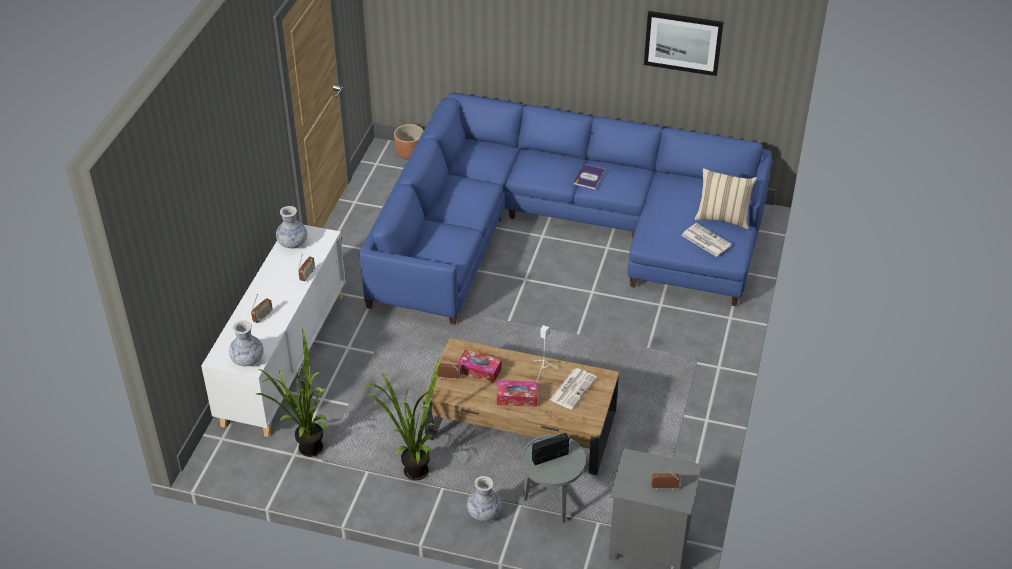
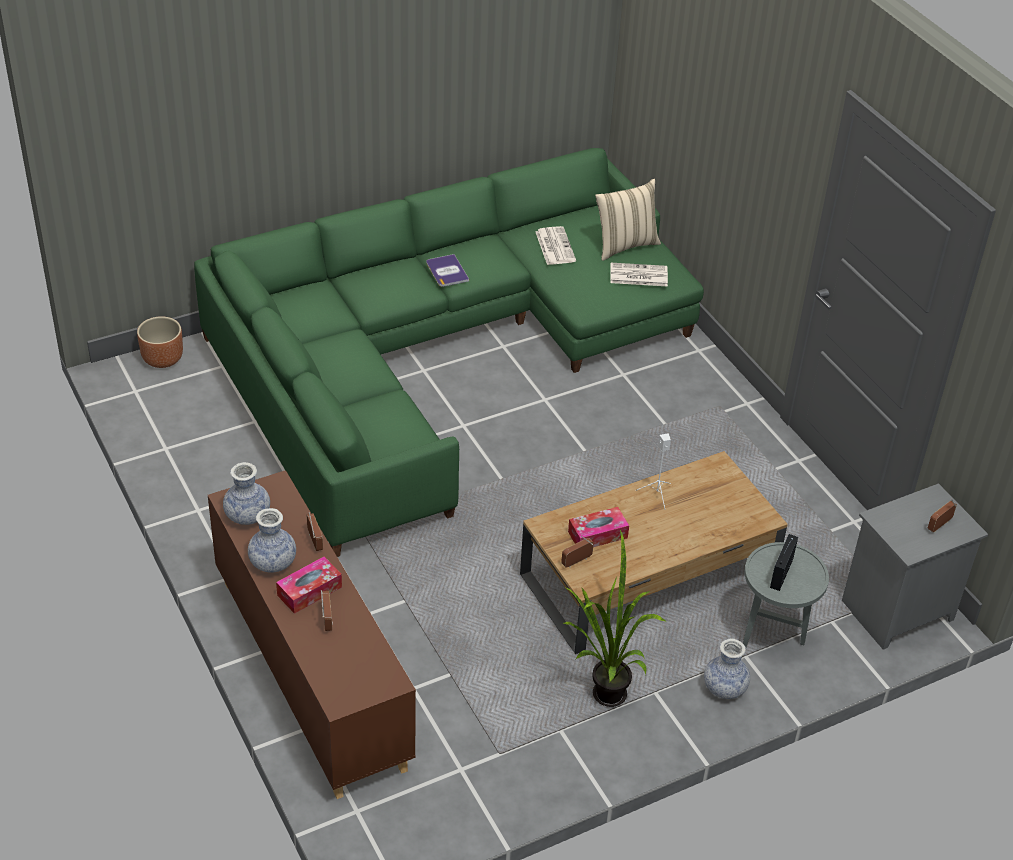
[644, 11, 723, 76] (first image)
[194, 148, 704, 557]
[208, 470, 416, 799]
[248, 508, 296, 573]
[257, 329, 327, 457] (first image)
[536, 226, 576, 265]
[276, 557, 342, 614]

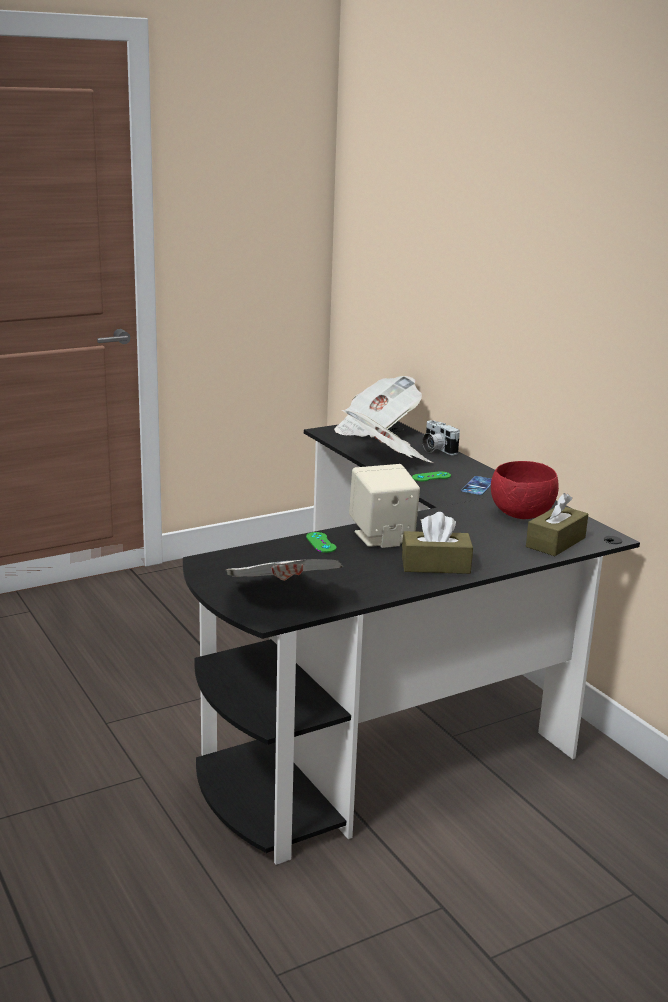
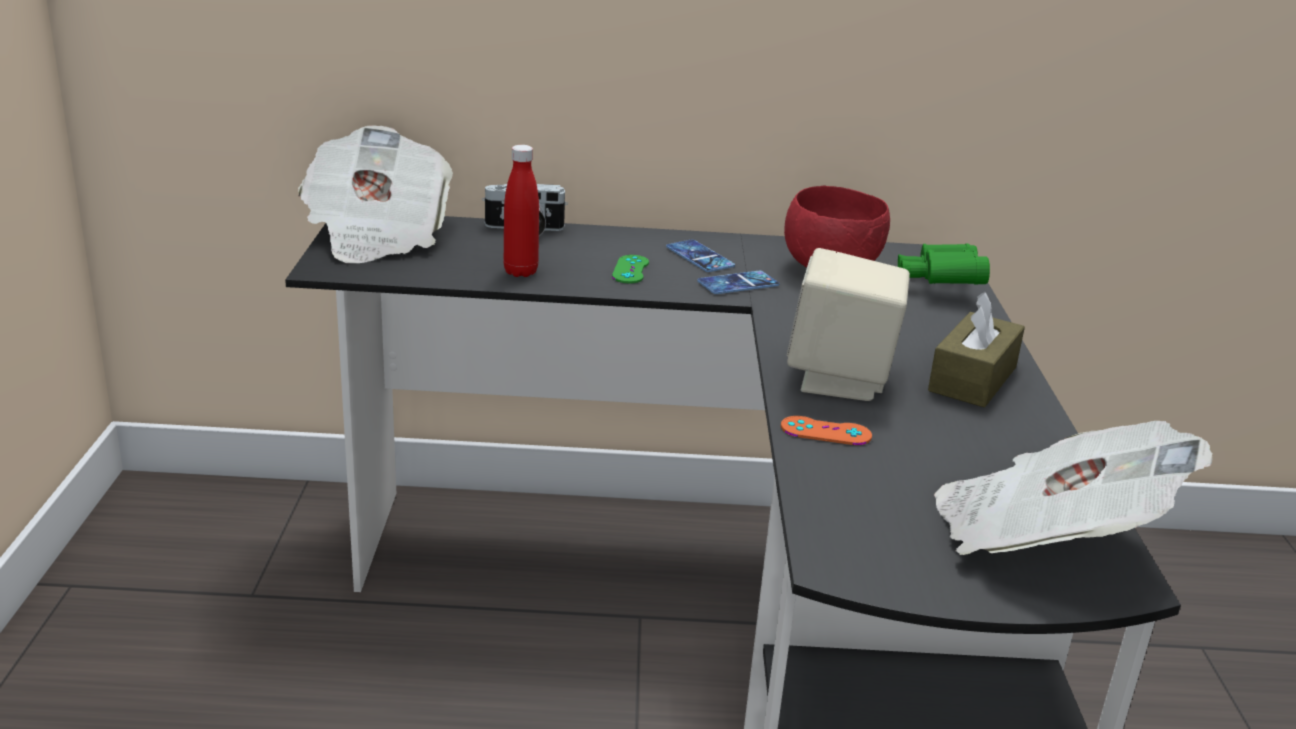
[504, 145, 539, 277]
[898, 244, 990, 284]
[781, 416, 872, 445]
[697, 271, 779, 294]

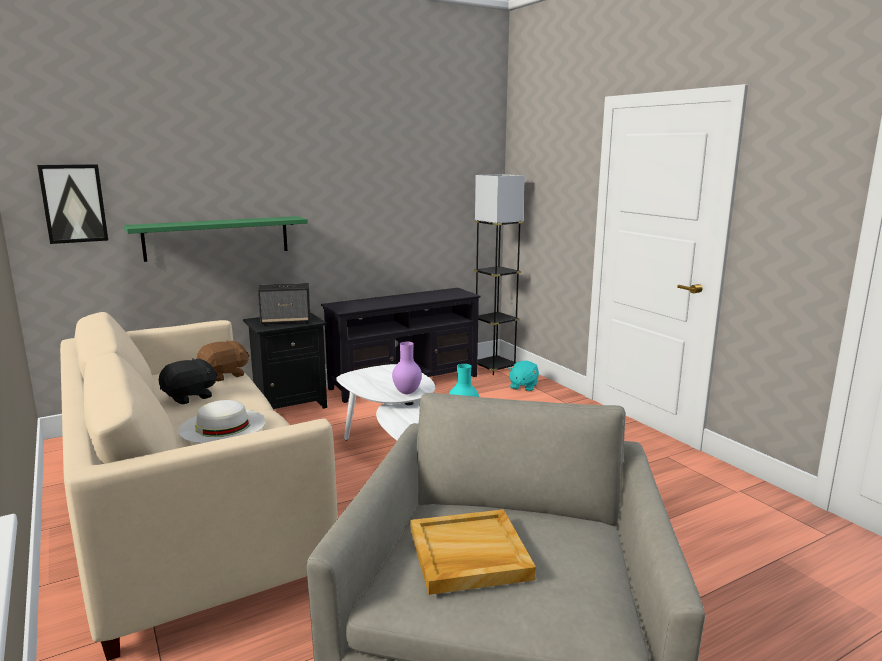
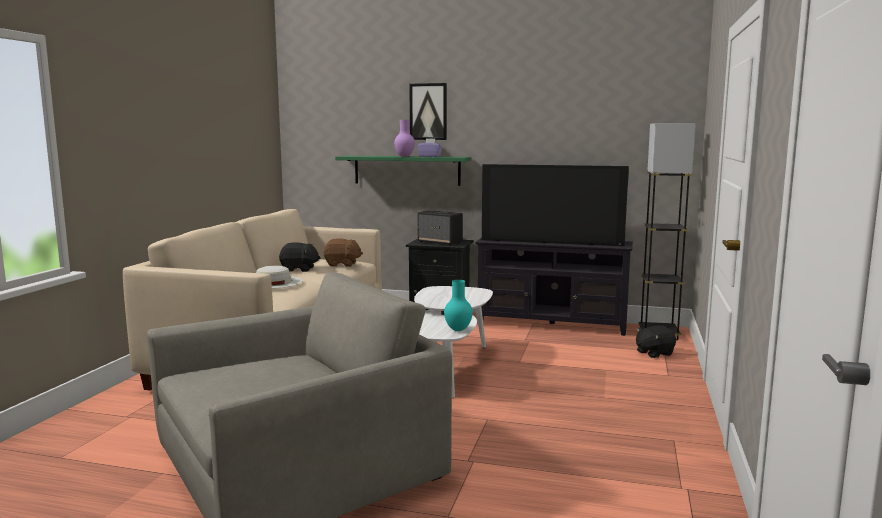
[409, 83, 447, 140]
[394, 120, 415, 157]
[636, 325, 676, 358]
[411, 509, 536, 595] (first image)
[417, 138, 442, 157]
[482, 164, 629, 246]

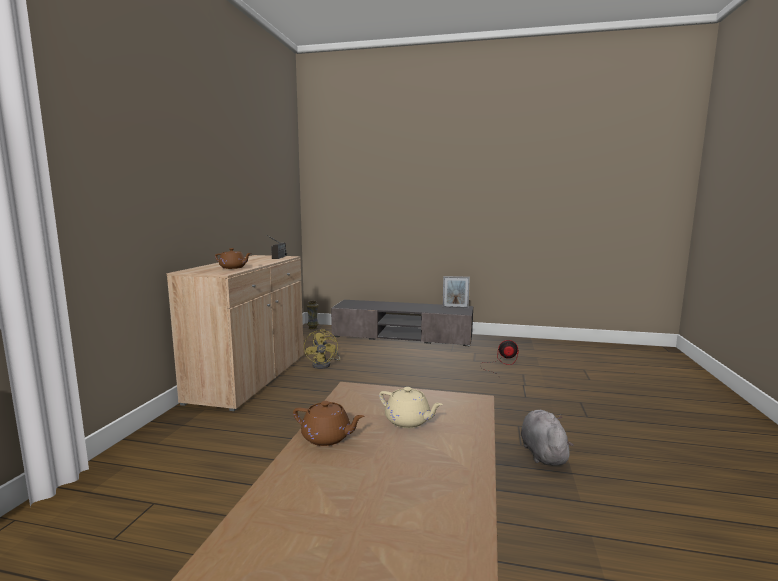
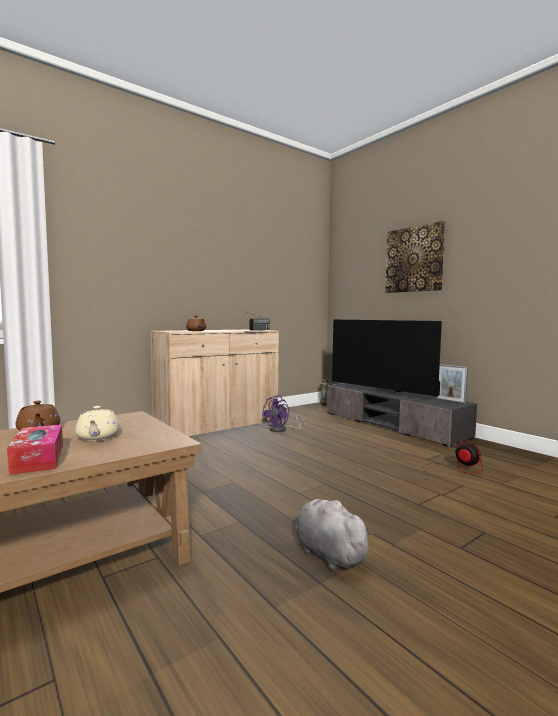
[262, 395, 305, 432]
[295, 499, 374, 570]
[385, 221, 446, 293]
[332, 320, 442, 397]
[7, 424, 63, 475]

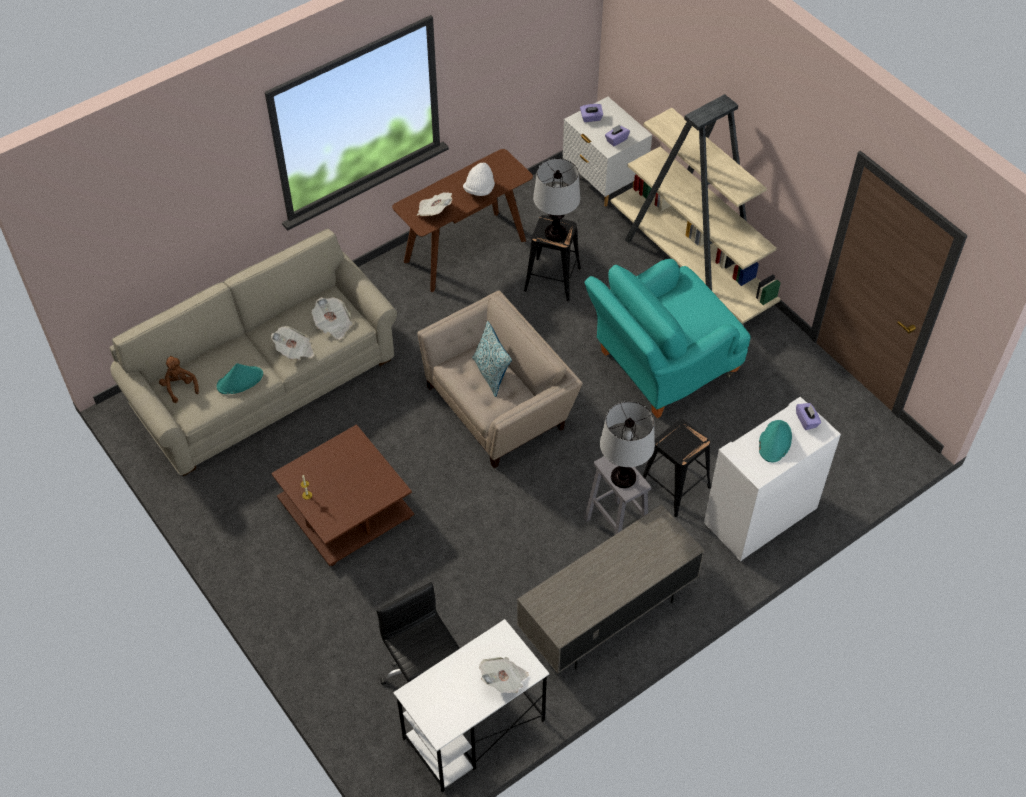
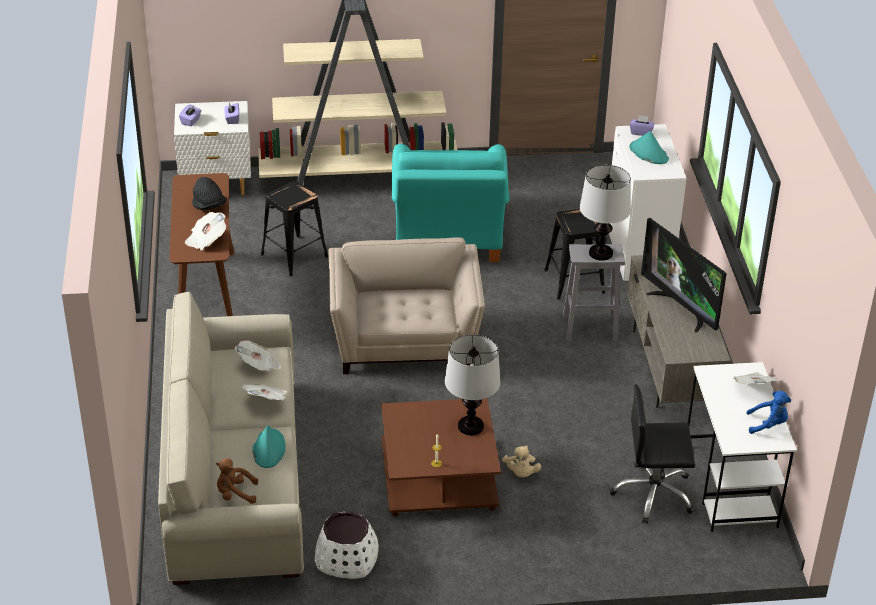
[445, 334, 500, 435]
[192, 177, 227, 210]
[472, 321, 512, 397] (first image)
[641, 218, 727, 333]
[746, 391, 791, 434]
[502, 446, 541, 477]
[315, 512, 379, 579]

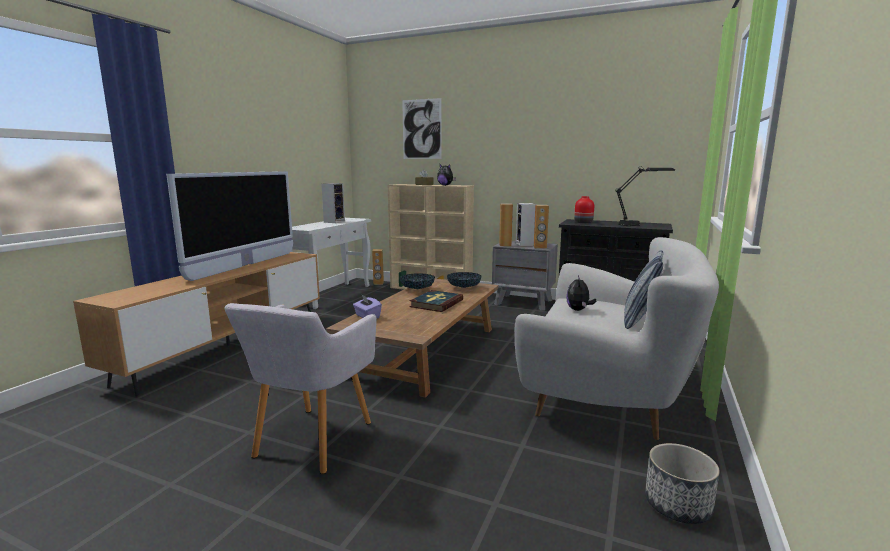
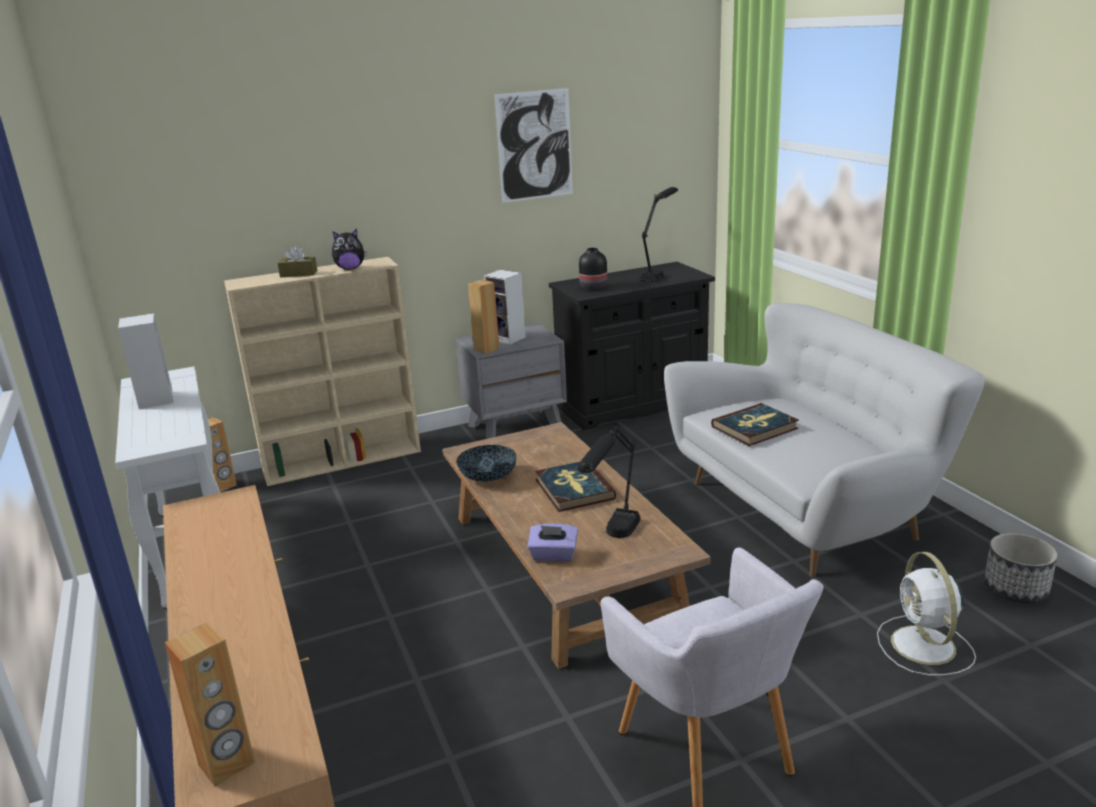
[494, 88, 573, 203]
[166, 171, 293, 281] (first image)
[579, 248, 607, 290]
[164, 623, 255, 786]
[624, 250, 663, 329] (first image)
[447, 272, 481, 288] (first image)
[711, 403, 799, 446]
[577, 423, 641, 538]
[877, 552, 976, 676]

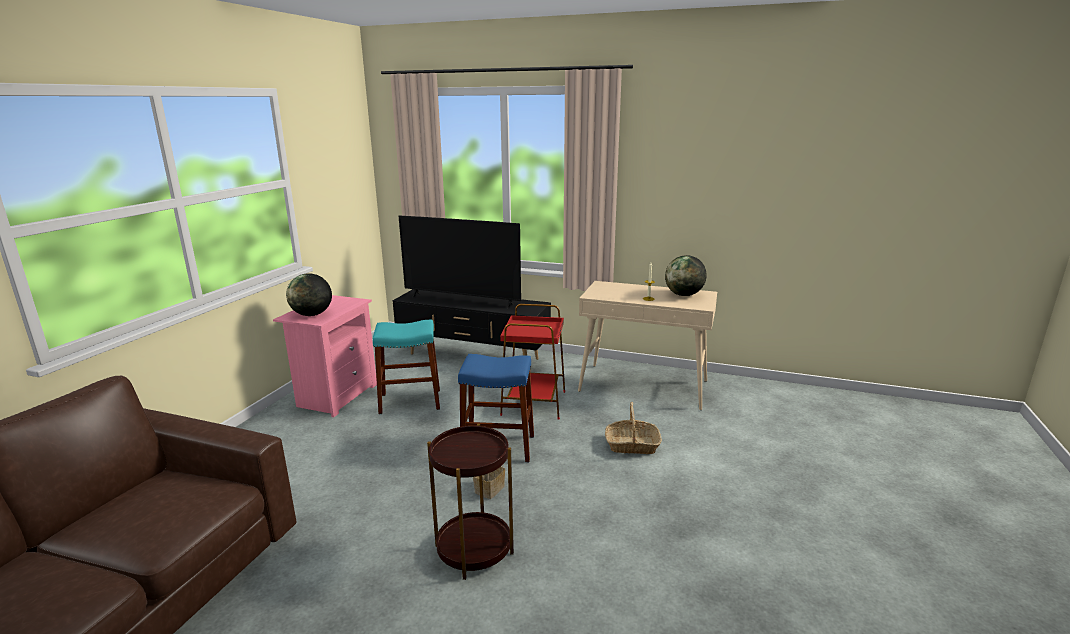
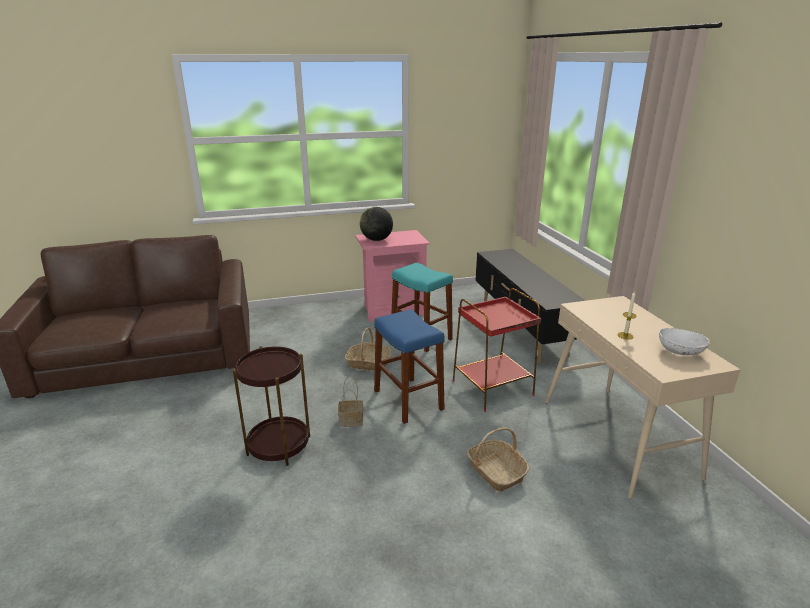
[399, 216, 521, 309] (first image)
[659, 328, 710, 355]
[345, 328, 392, 371]

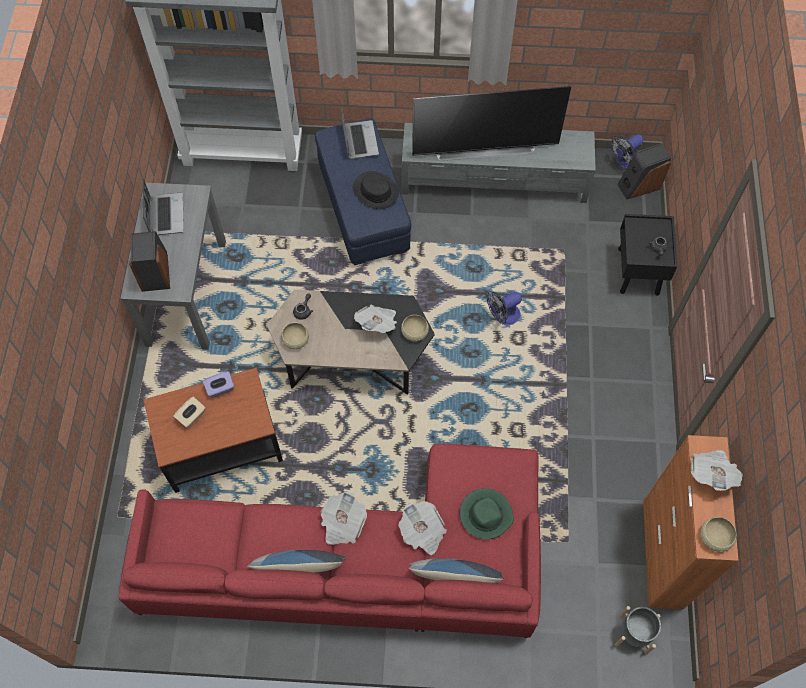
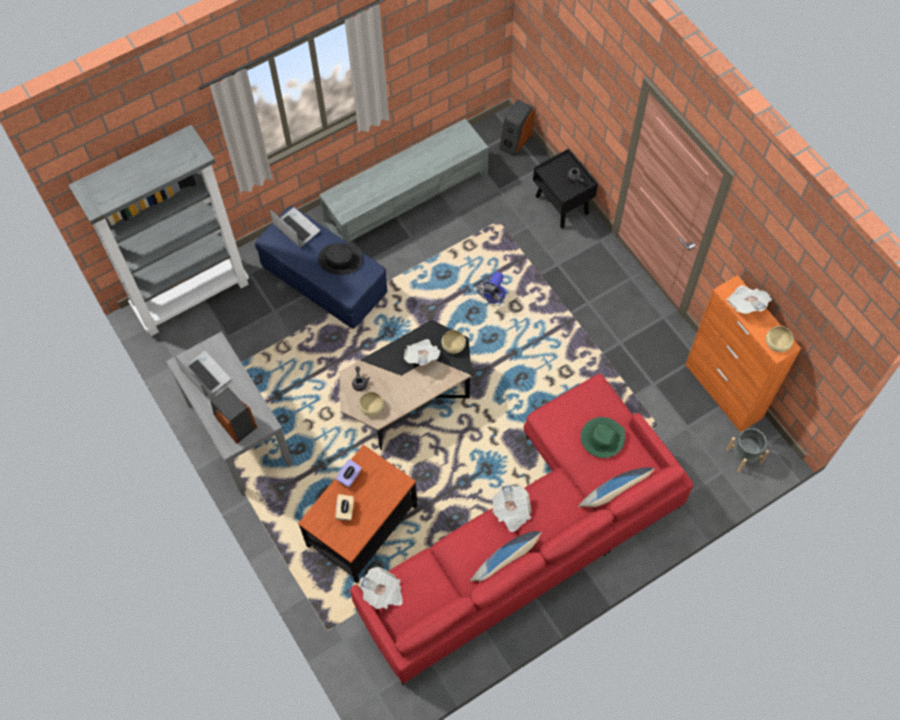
[412, 86, 571, 161] (first image)
[611, 134, 643, 168] (first image)
[360, 567, 403, 609]

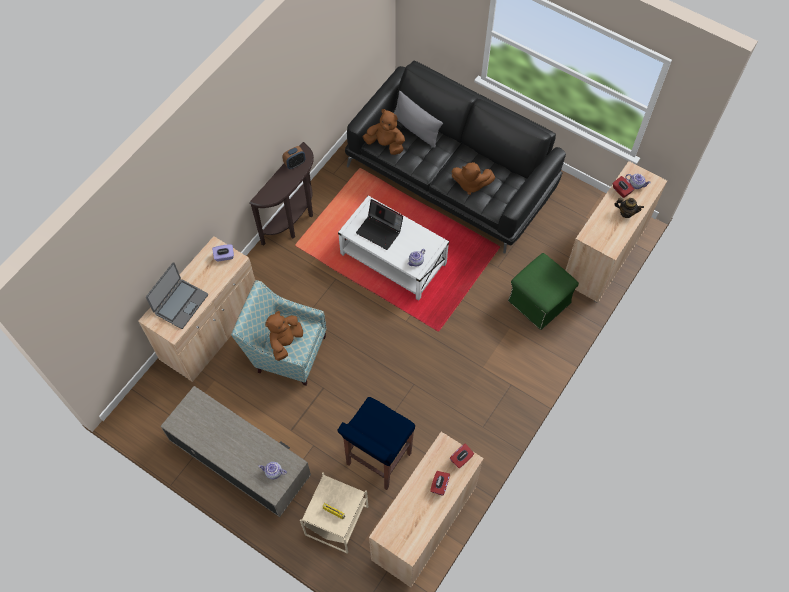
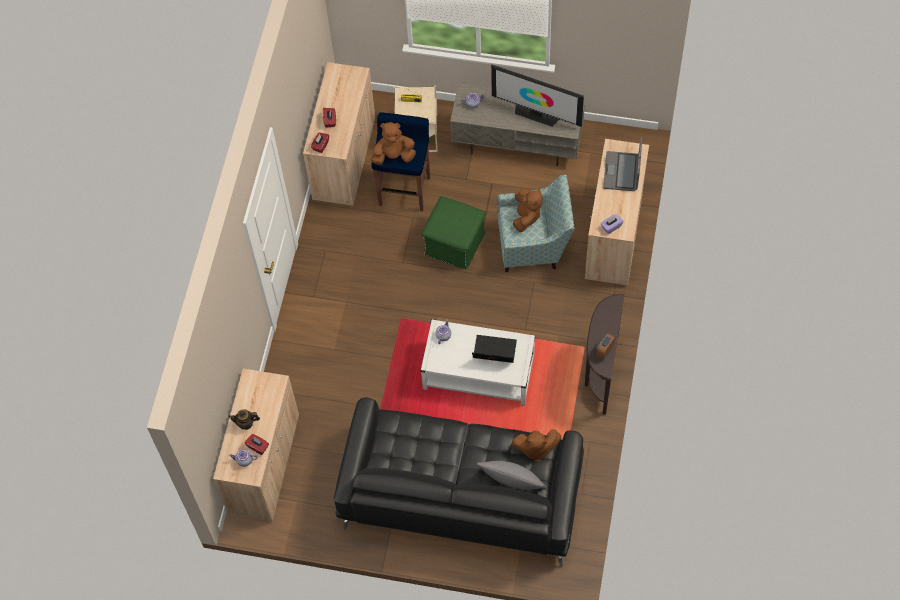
[370, 122, 416, 165]
[422, 196, 486, 270]
[491, 64, 584, 127]

